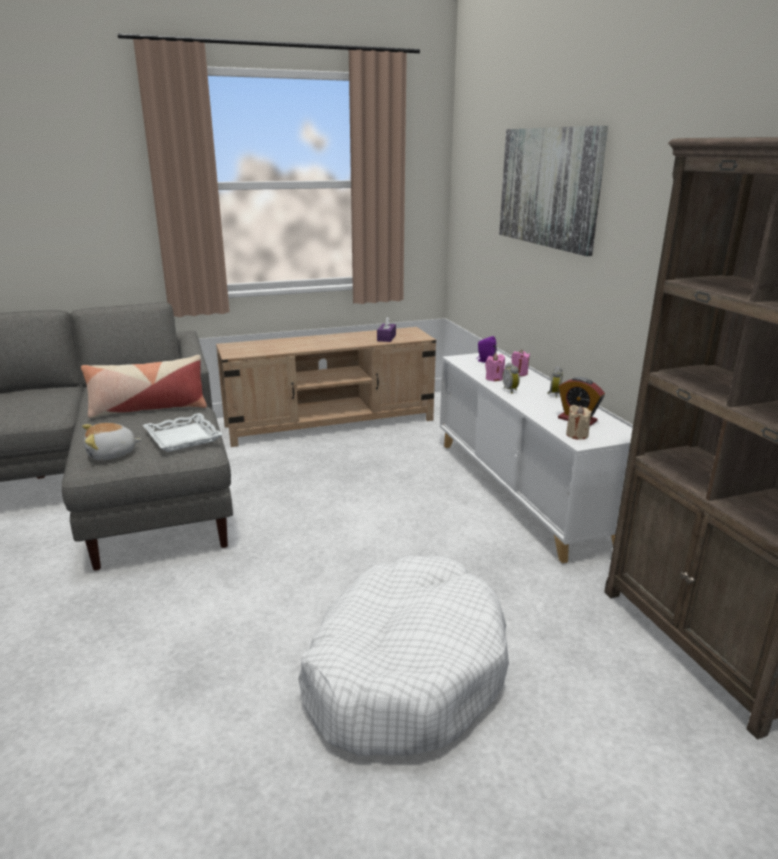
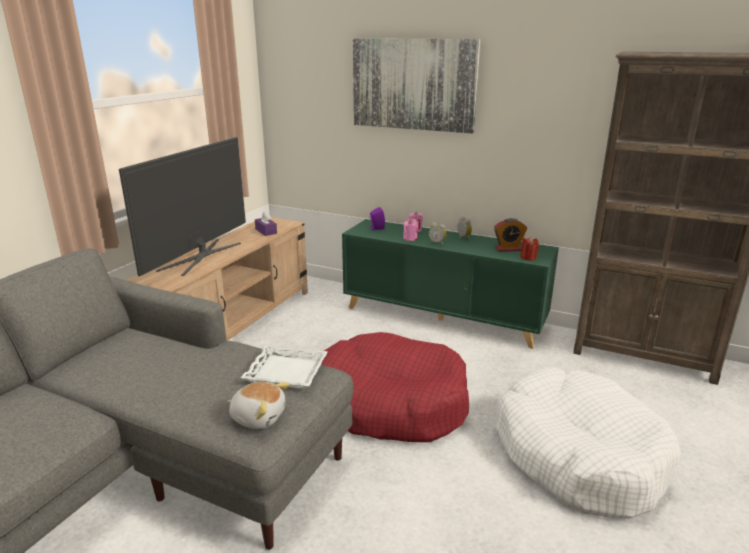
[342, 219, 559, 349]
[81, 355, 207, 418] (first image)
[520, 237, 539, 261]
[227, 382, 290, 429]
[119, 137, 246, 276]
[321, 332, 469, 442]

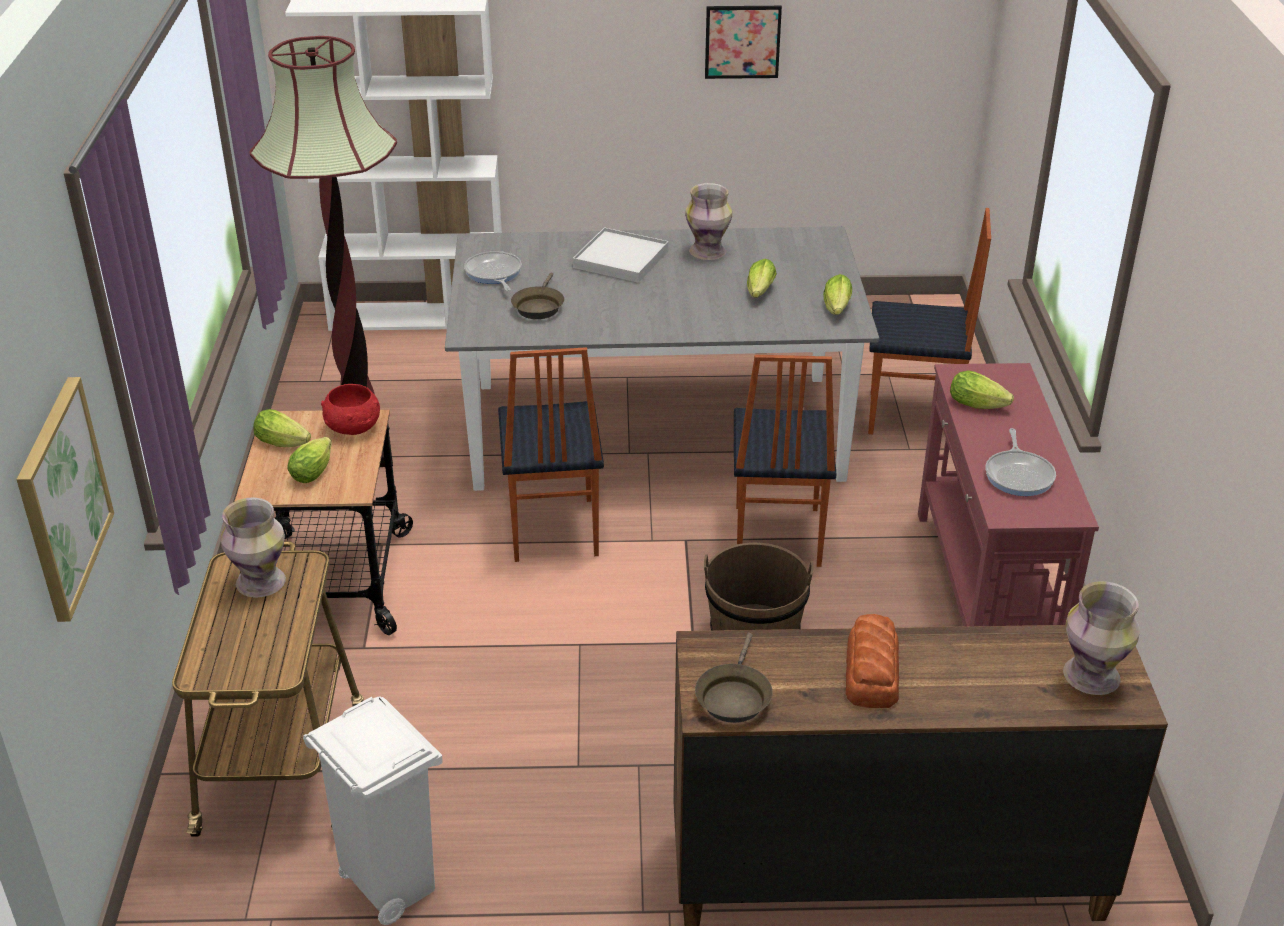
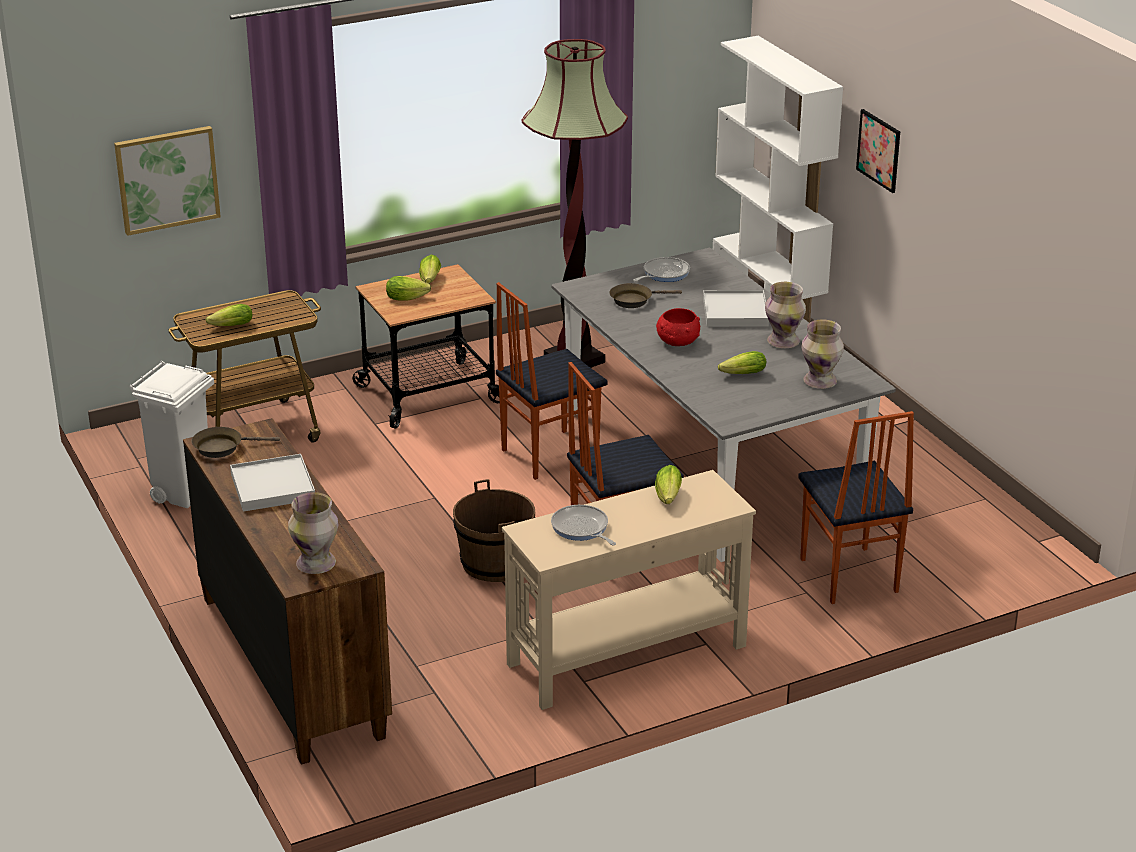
[856, 109, 900, 193]
[206, 304, 252, 326]
[502, 470, 756, 710]
[656, 308, 700, 346]
[551, 505, 616, 545]
[801, 320, 844, 389]
[230, 454, 315, 512]

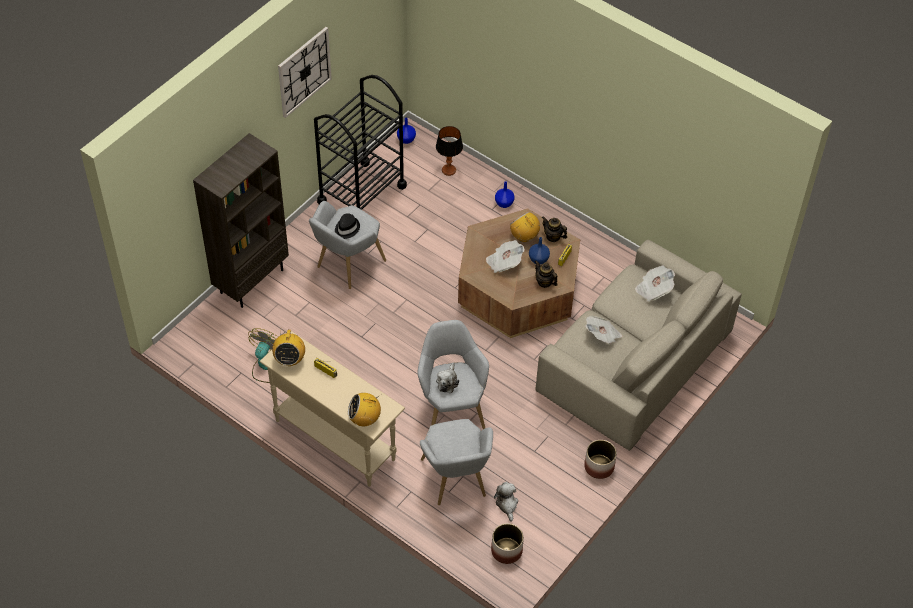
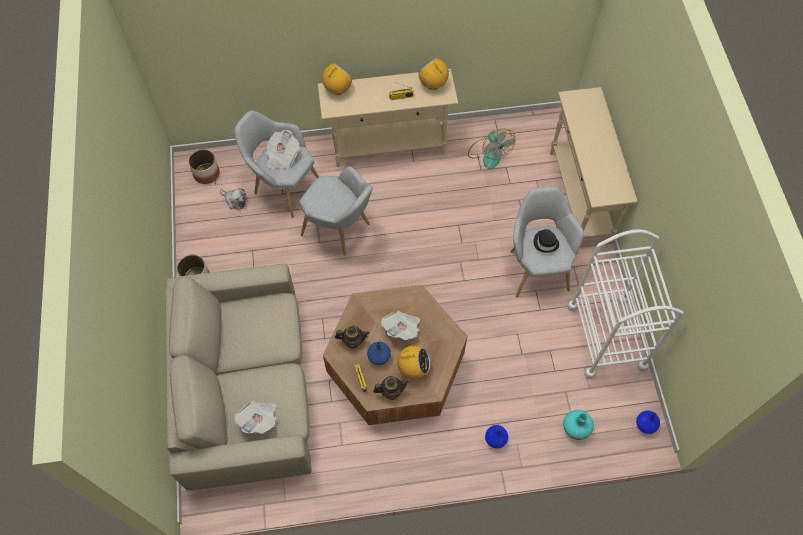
[278, 27, 332, 118] (first image)
[567, 229, 684, 379]
[563, 410, 594, 440]
[550, 87, 638, 238]
[266, 130, 300, 169]
[436, 362, 459, 393] (first image)

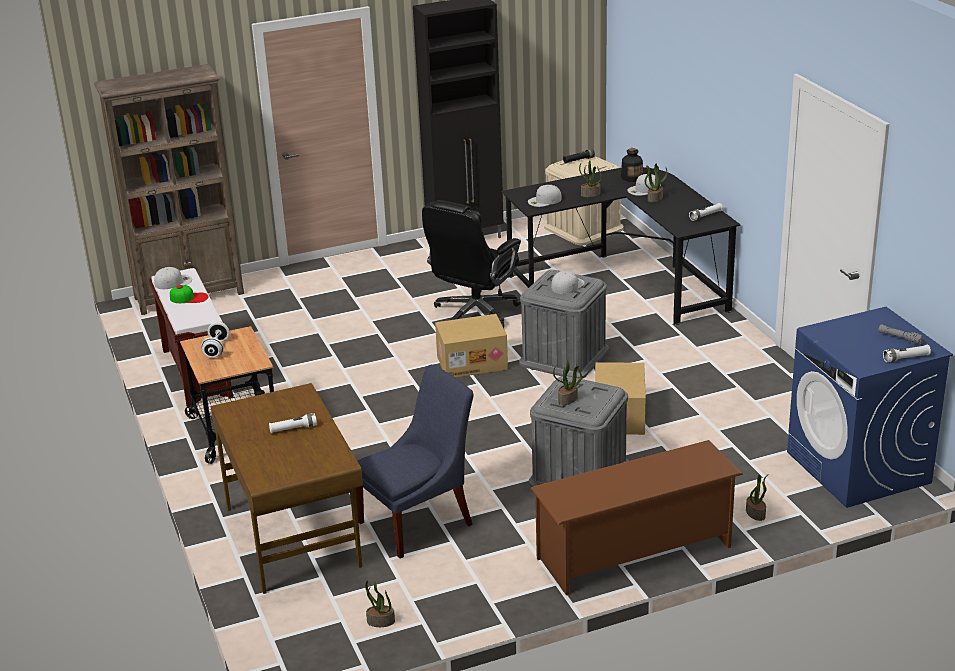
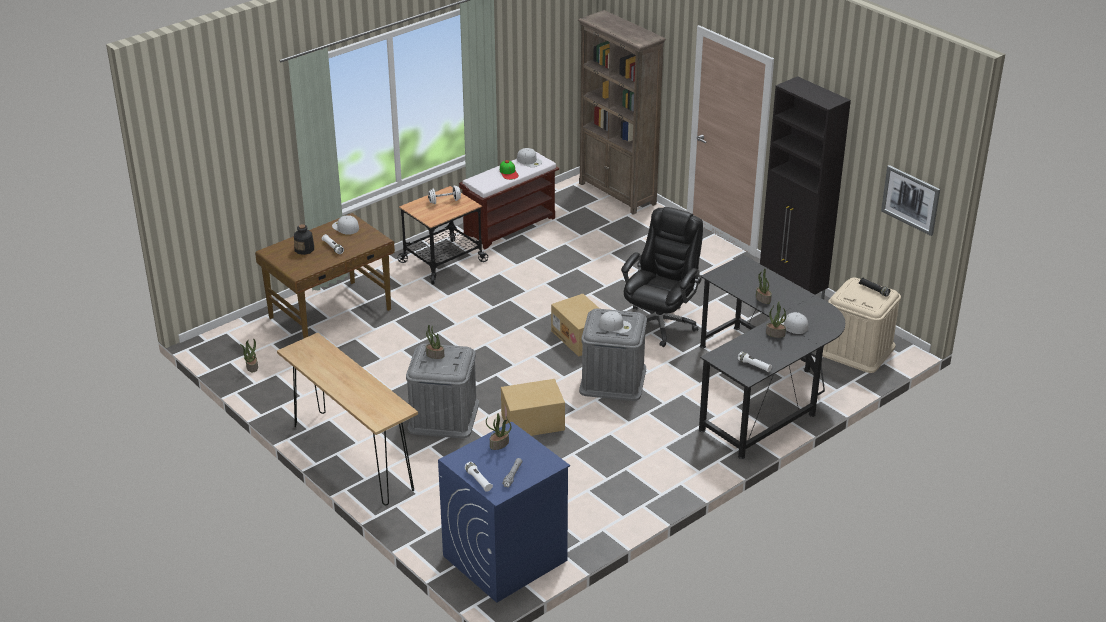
[294, 224, 314, 255]
[332, 215, 359, 235]
[621, 207, 703, 347]
[356, 365, 474, 559] (first image)
[277, 333, 418, 505]
[486, 413, 512, 450]
[881, 165, 940, 236]

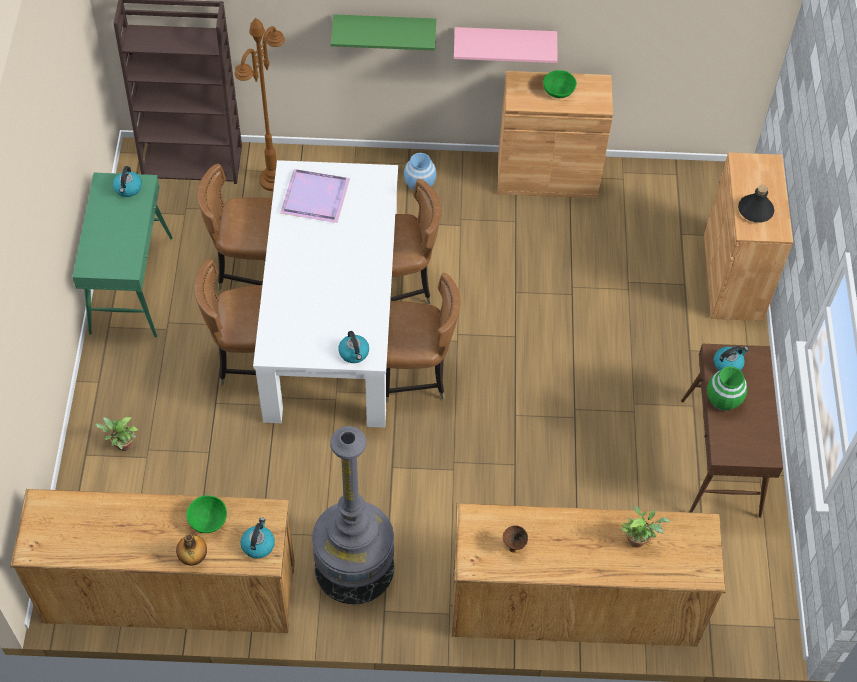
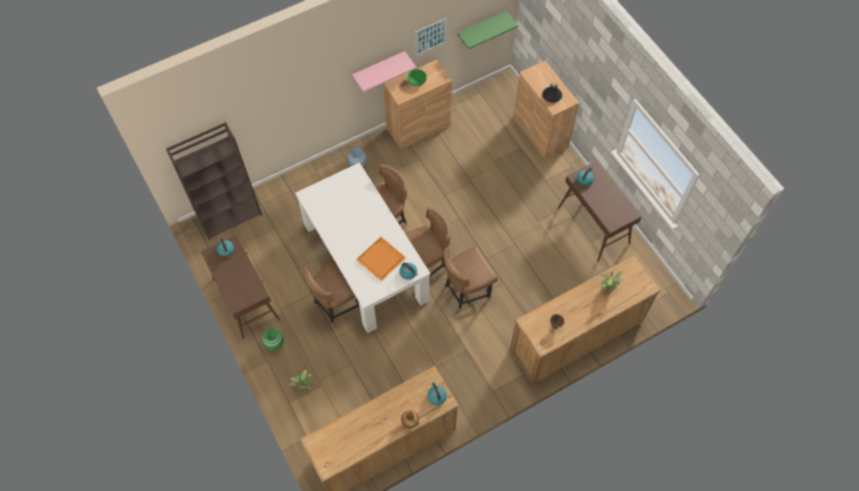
[457, 11, 518, 49]
[234, 18, 285, 191] (first image)
[444, 246, 498, 312]
[280, 169, 350, 223] (first image)
[201, 235, 280, 339]
[262, 328, 284, 351]
[312, 426, 394, 604] (first image)
[186, 495, 227, 533] (first image)
[415, 18, 447, 56]
[356, 237, 406, 281]

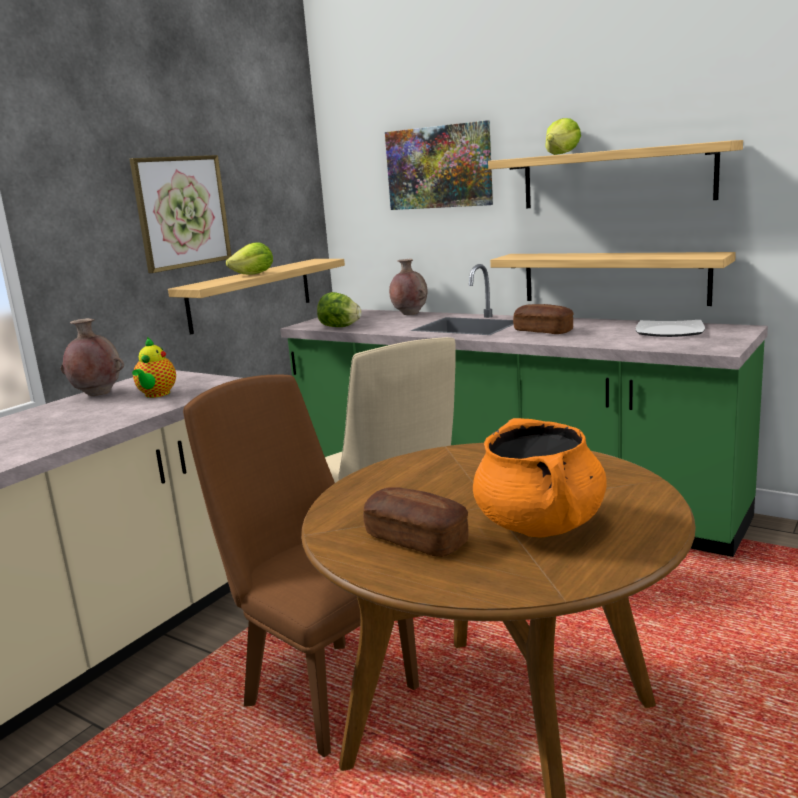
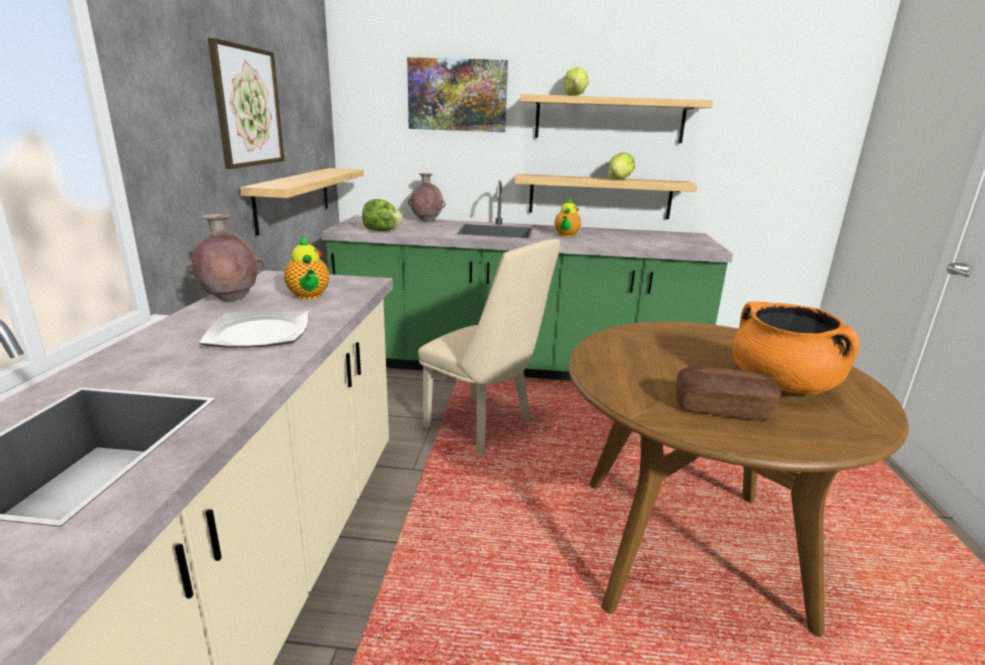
[608, 152, 635, 179]
[555, 197, 581, 237]
[199, 311, 308, 348]
[183, 375, 419, 757] (first image)

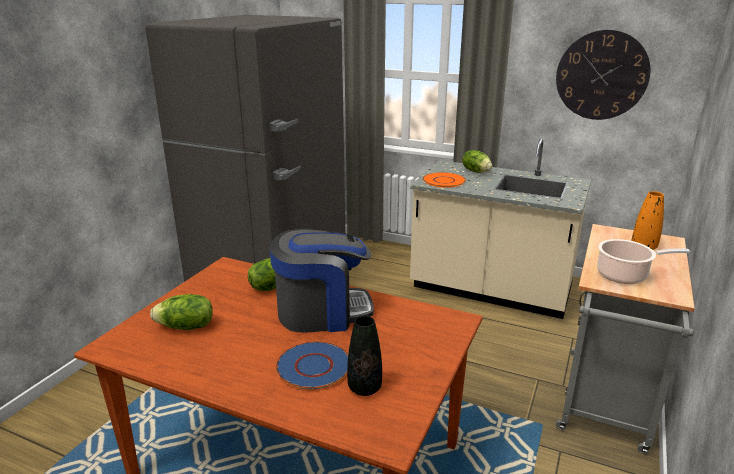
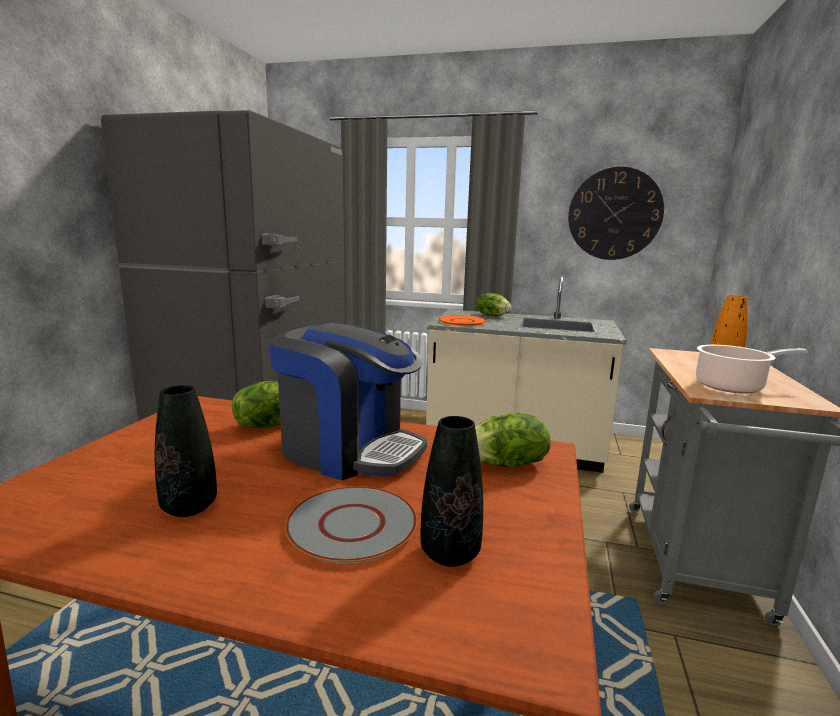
[269, 323, 427, 480]
[475, 413, 551, 467]
[285, 486, 417, 564]
[155, 385, 217, 517]

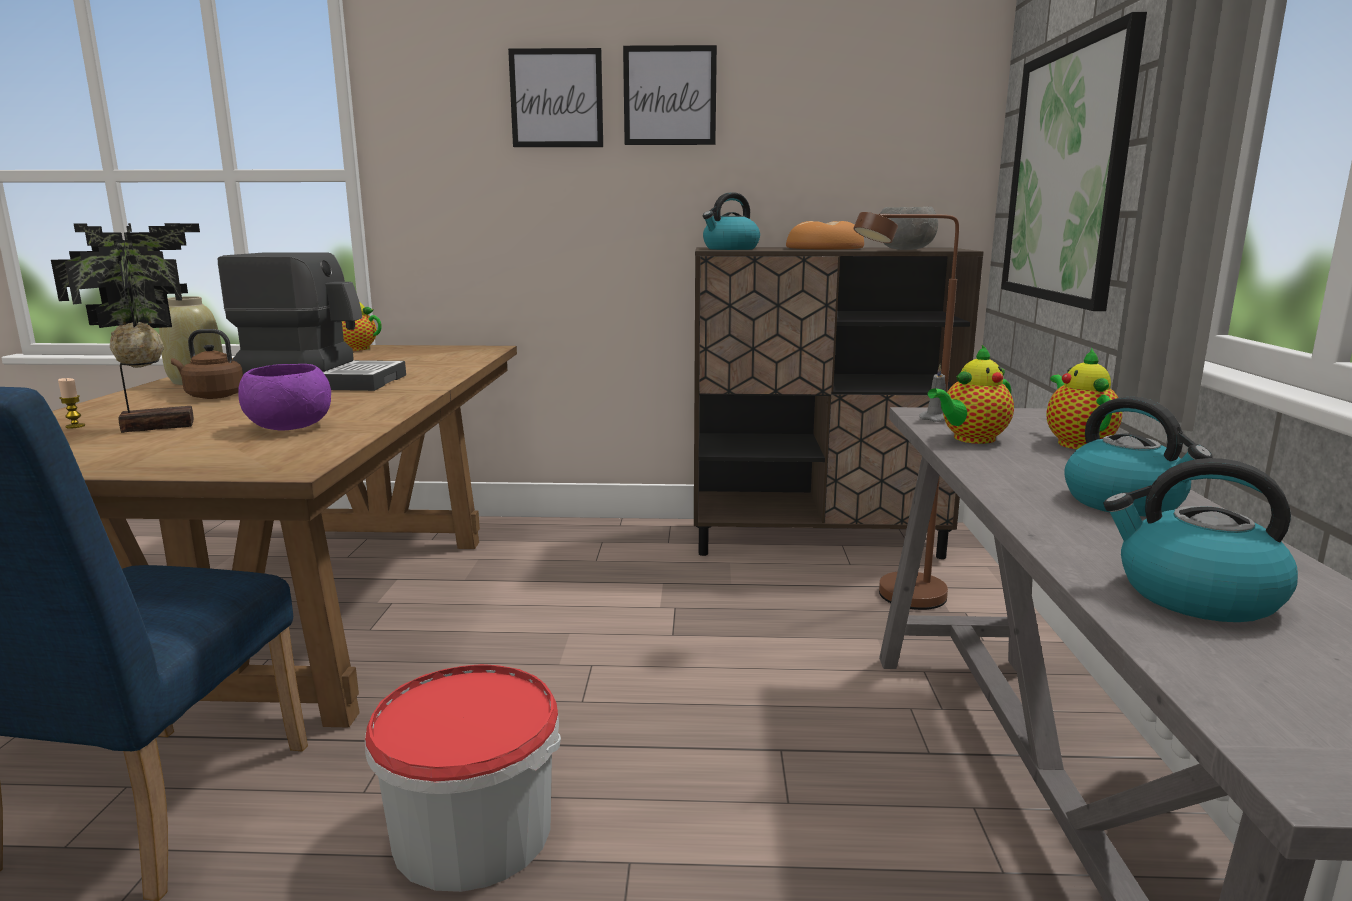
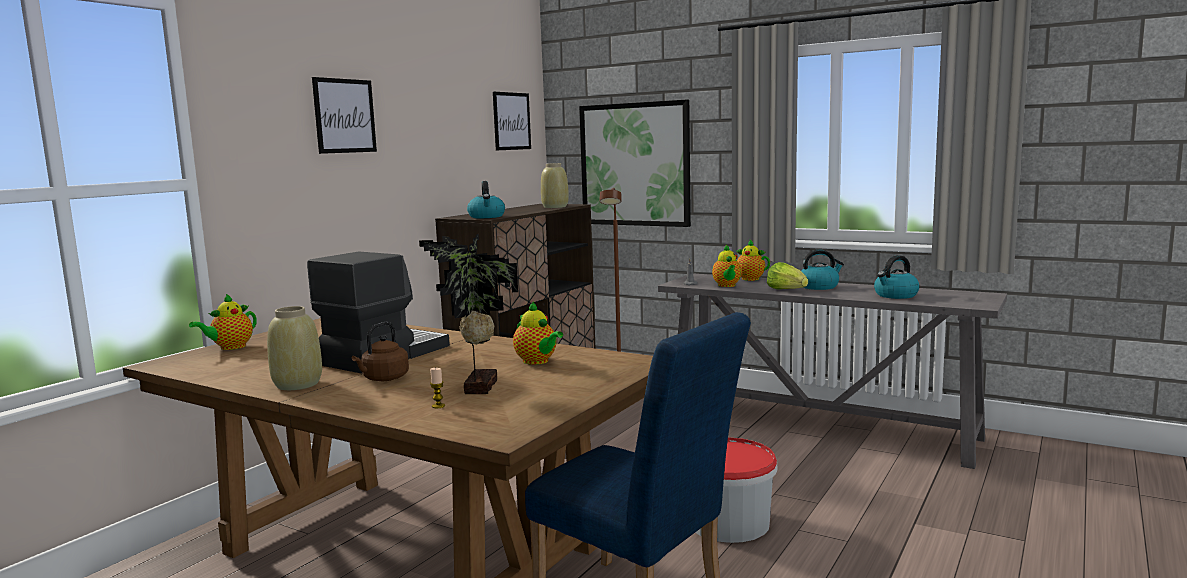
[493, 92, 531, 150]
[541, 163, 569, 208]
[786, 221, 864, 250] (first image)
[513, 301, 563, 365]
[767, 262, 808, 289]

